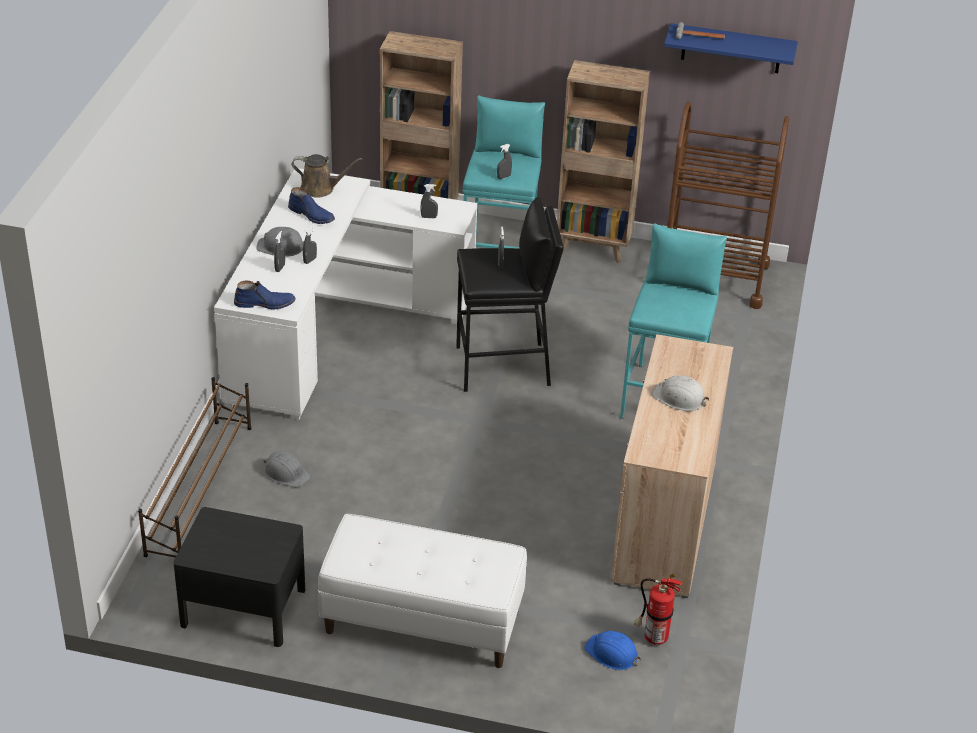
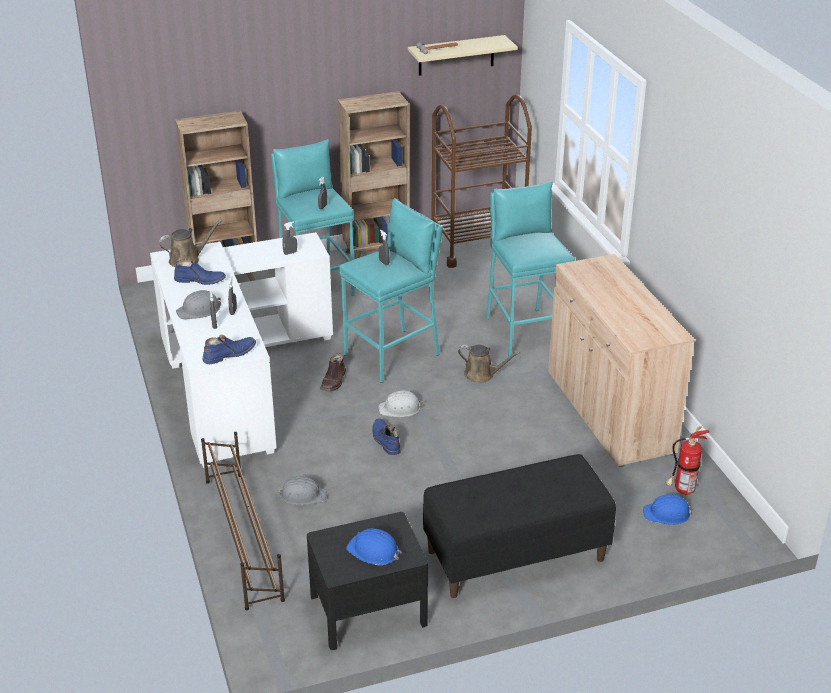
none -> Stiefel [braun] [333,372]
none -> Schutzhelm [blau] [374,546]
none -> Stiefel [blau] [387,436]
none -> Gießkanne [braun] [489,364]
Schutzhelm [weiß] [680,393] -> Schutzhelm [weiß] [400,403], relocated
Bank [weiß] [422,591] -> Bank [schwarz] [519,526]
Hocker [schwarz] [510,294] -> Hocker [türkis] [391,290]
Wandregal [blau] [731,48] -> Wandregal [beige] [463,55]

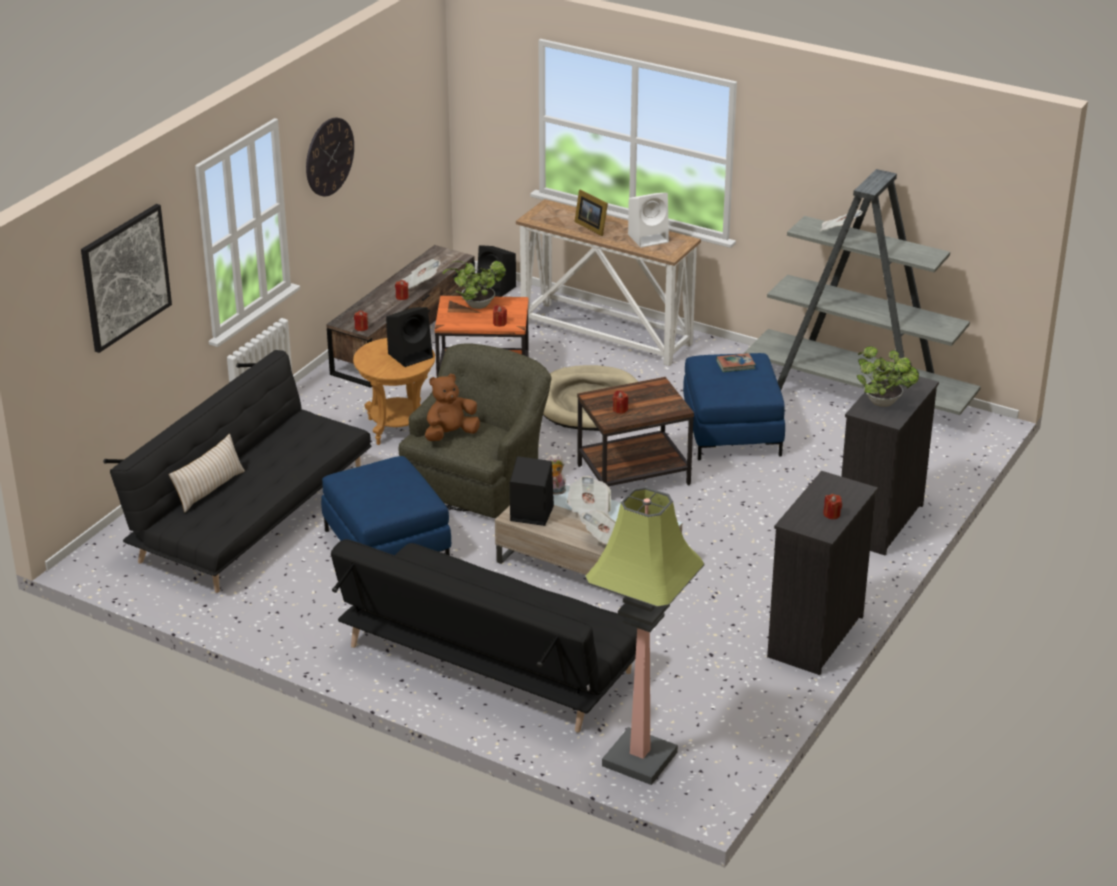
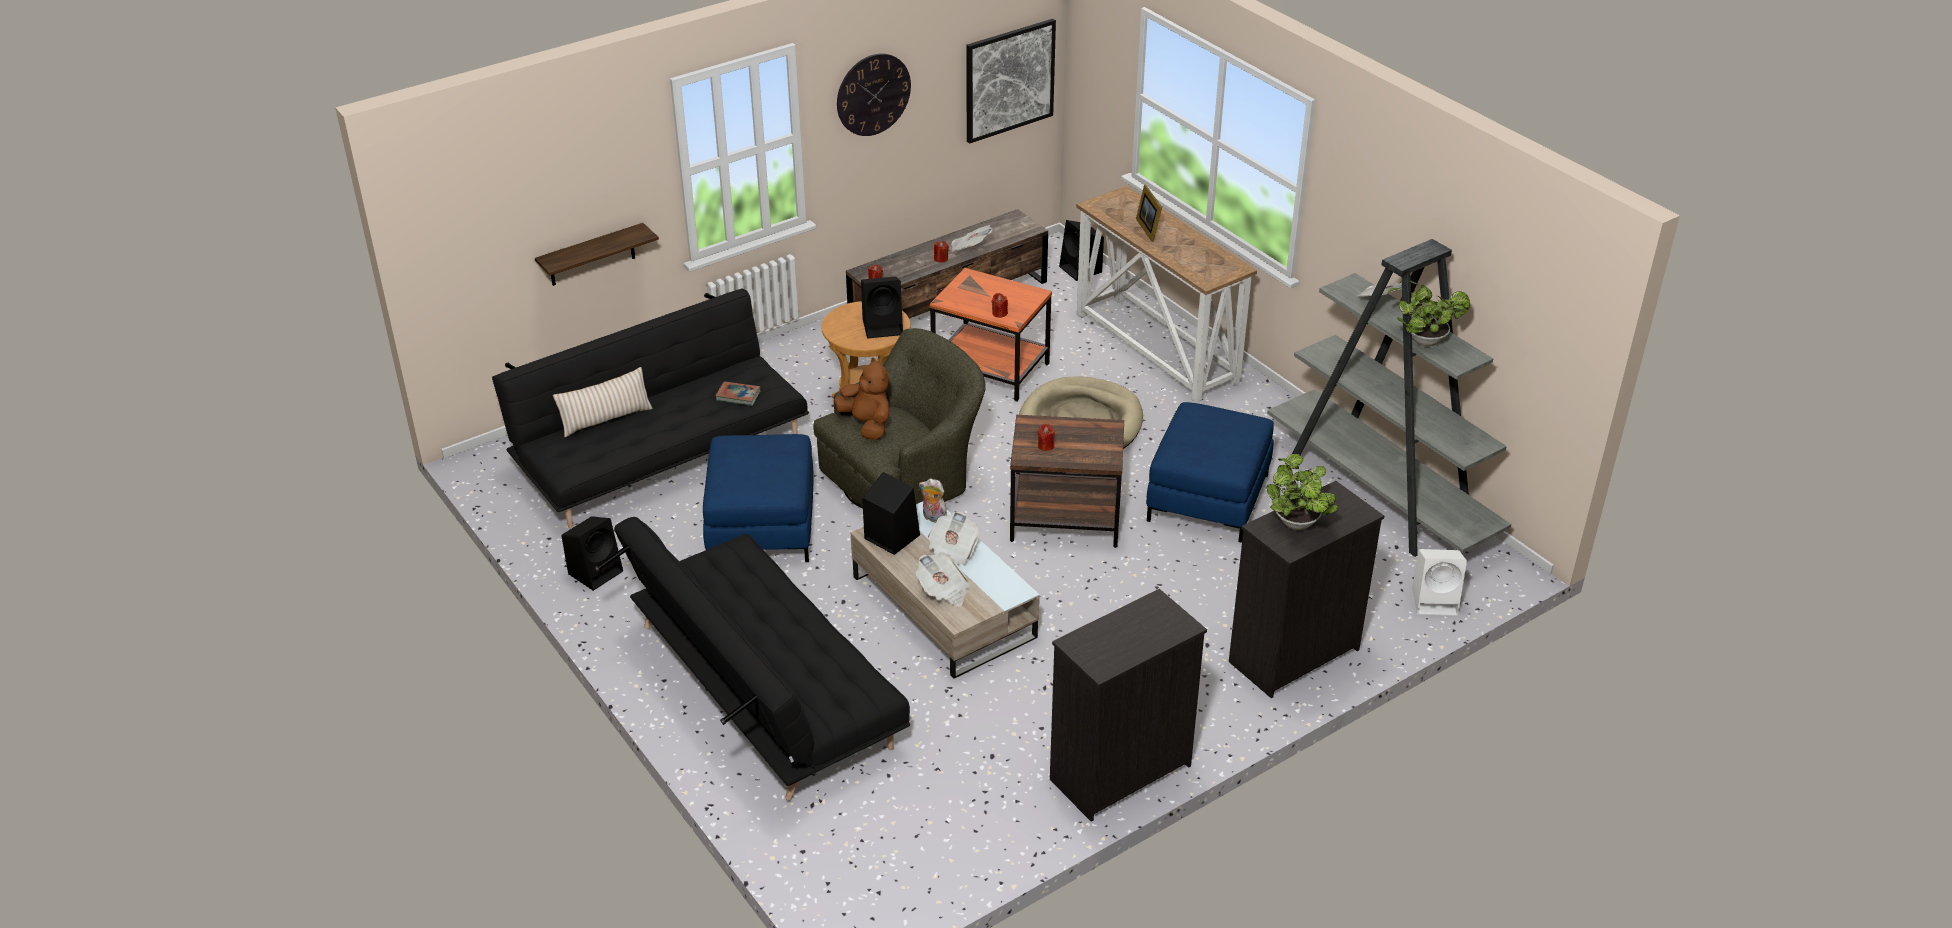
Stehlampe [644,636] -> none
Kerze [rot] [832,506] -> none
none -> Wandregal [597,254]
none -> Lautsprecher [schwarz] [592,553]
Bild [126,278] -> Bild [1011,81], relocated
Topfpflanze [474,285] -> Topfpflanze [1429,313], relocated
Lautsprecher [weiß] [648,220] -> Lautsprecher [weiß] [1439,582], relocated
Buch [736,362] -> Buch [738,393], relocated
Plüschtier [braun] [452,407] -> Plüschtier [braun] [861,399], 60 degrees clockwise

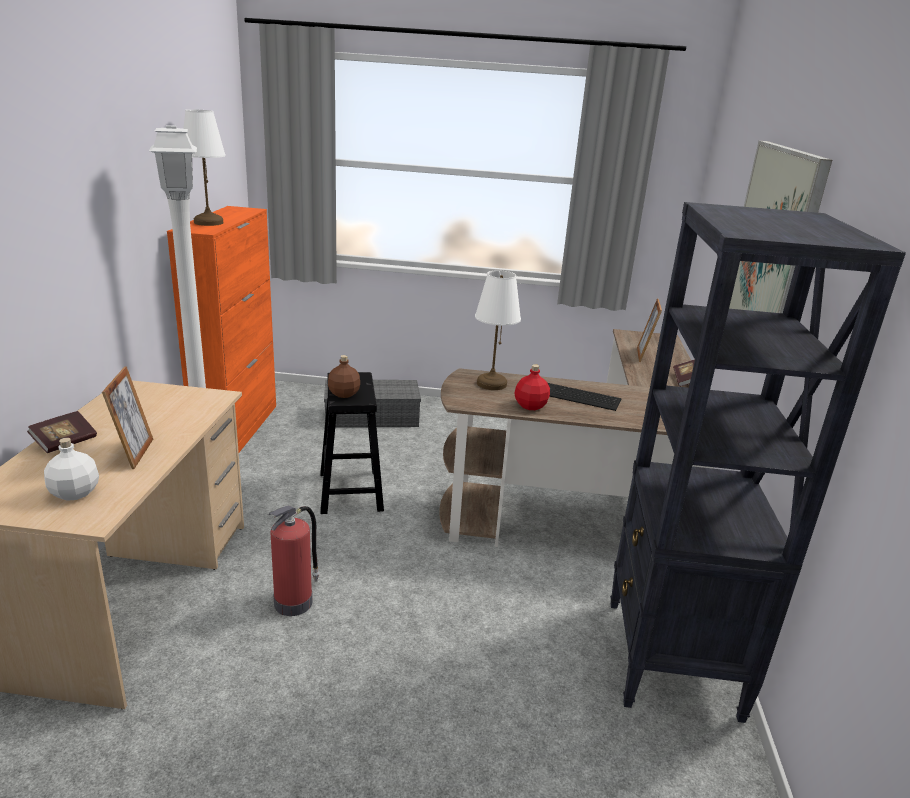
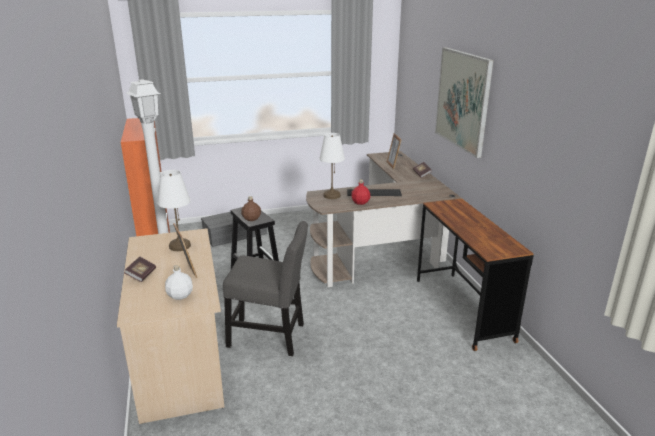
Tischlampe [weiß] [204,167] -> Tischlampe [weiß] [174,210], relocated
Feuerlöscher [294,560] -> Stuhl [grau] [265,288]
Bücherregal [schwarz] [758,462] -> Schreibtisch [braun] [475,275]

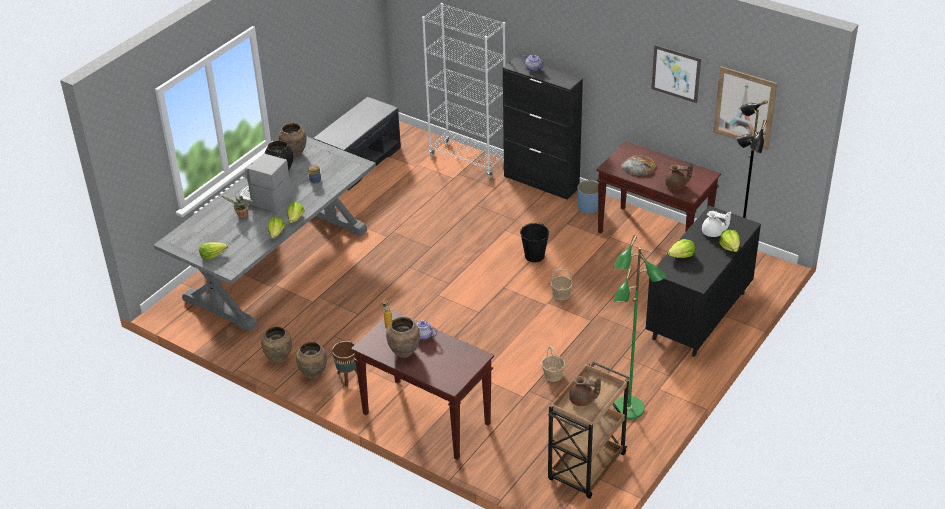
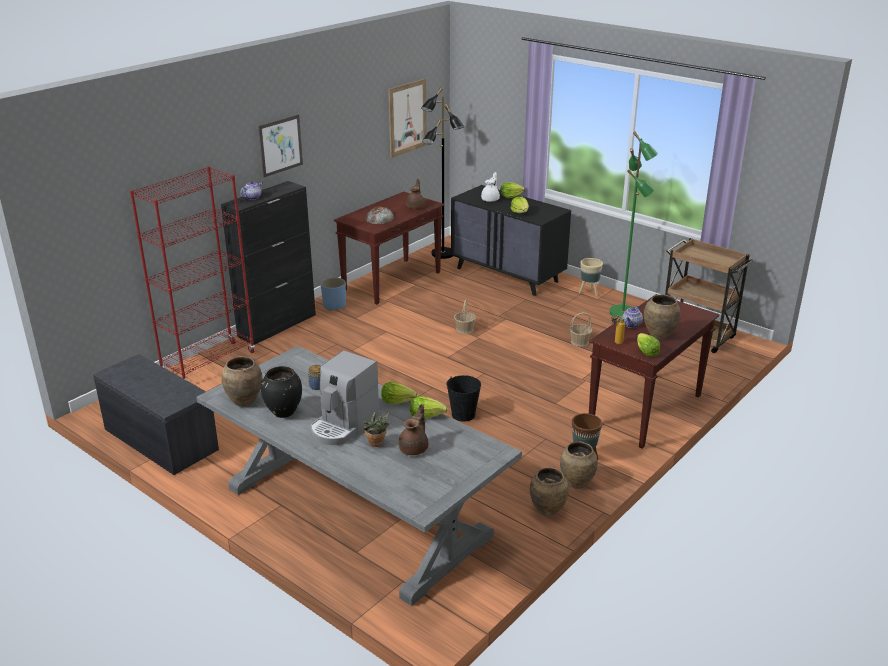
none -> Pflanzkübel [beige] [591,277]
Salatkopf [213,251] -> Salatkopf [648,345], relocated
Eimer [schwarz] [534,242] -> Eimer [schwarz] [463,398], relocated
Teekanne [braun] [585,391] -> Teekanne [braun] [414,429], relocated
Bild [676,74] -> Bild [280,145], relocated
Bücherregal [weiß] [464,90] -> Bücherregal [rot] [192,273]

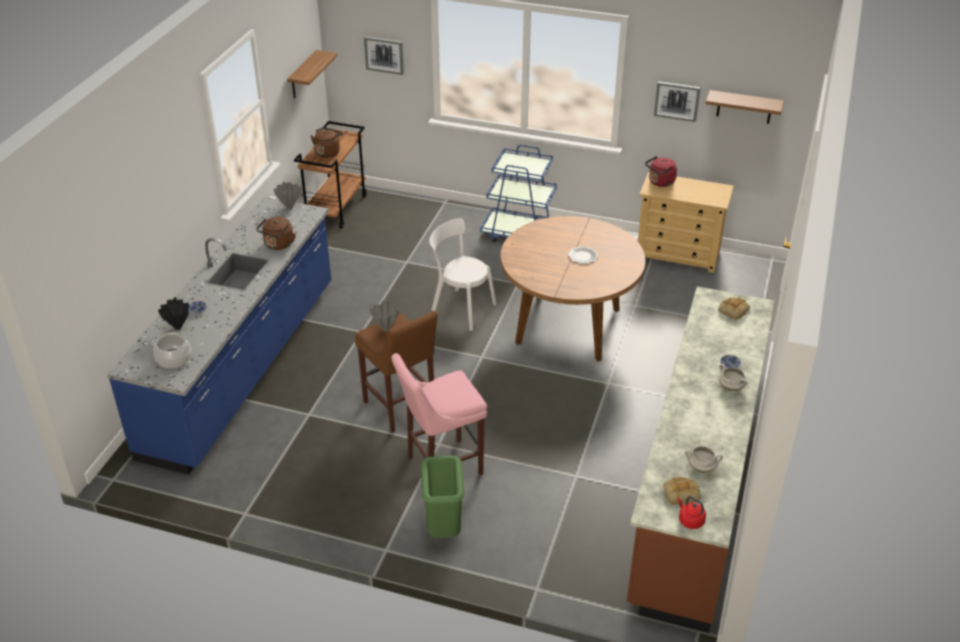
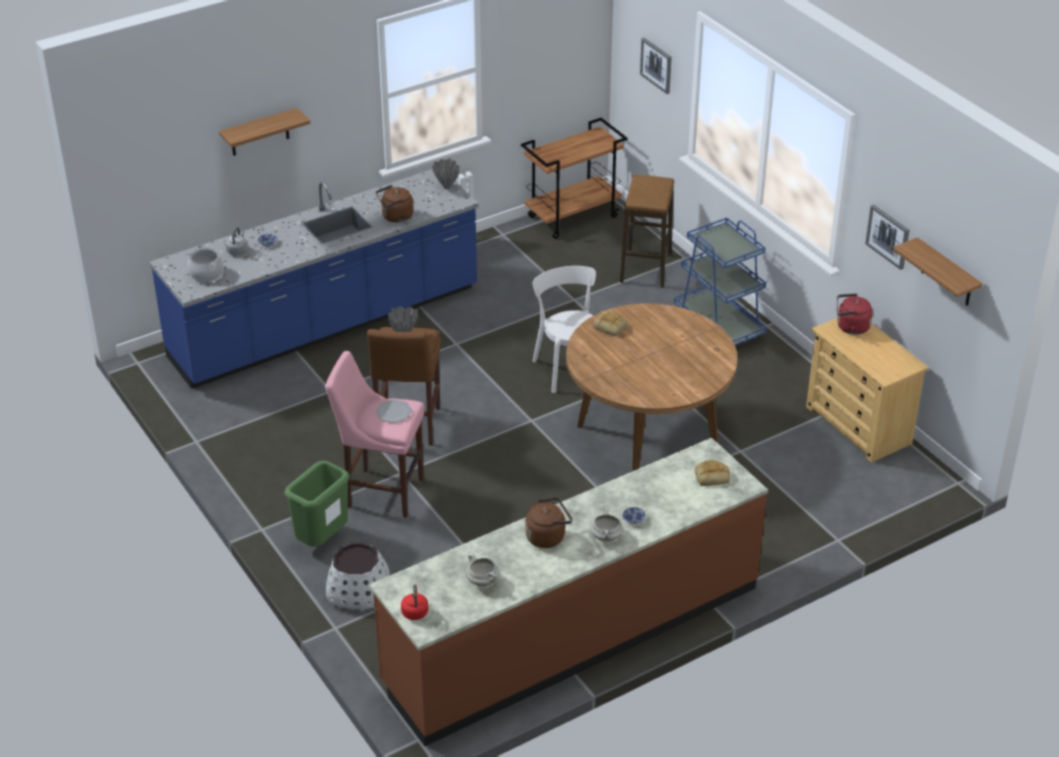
none -> Pflanzkübel [weiß] [358,576]
none -> Hocker [647,231]
Wandregal [312,74] -> Wandregal [264,132], relocated
Wasserkessel [braun] [326,142] -> Wasserkessel [braun] [548,522], relocated
Teller [583,255] -> Teller [393,411], relocated
Brot [681,491] -> Brot [610,324], relocated
Vase [schwarz] [173,313] -> Wasserkessel [grau] [236,241]

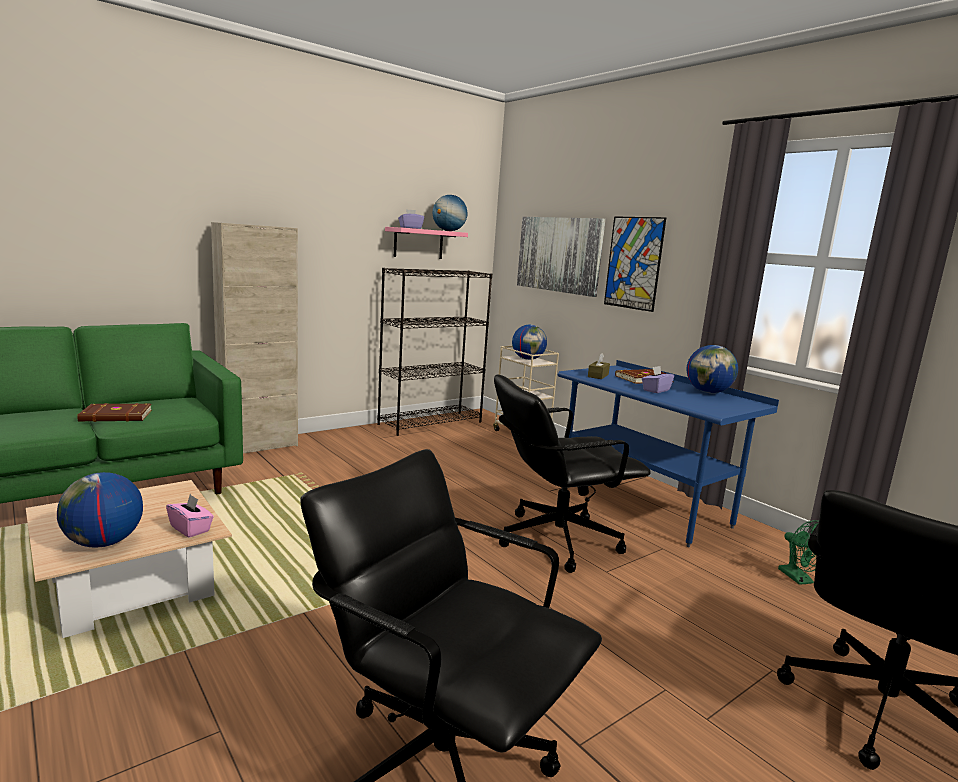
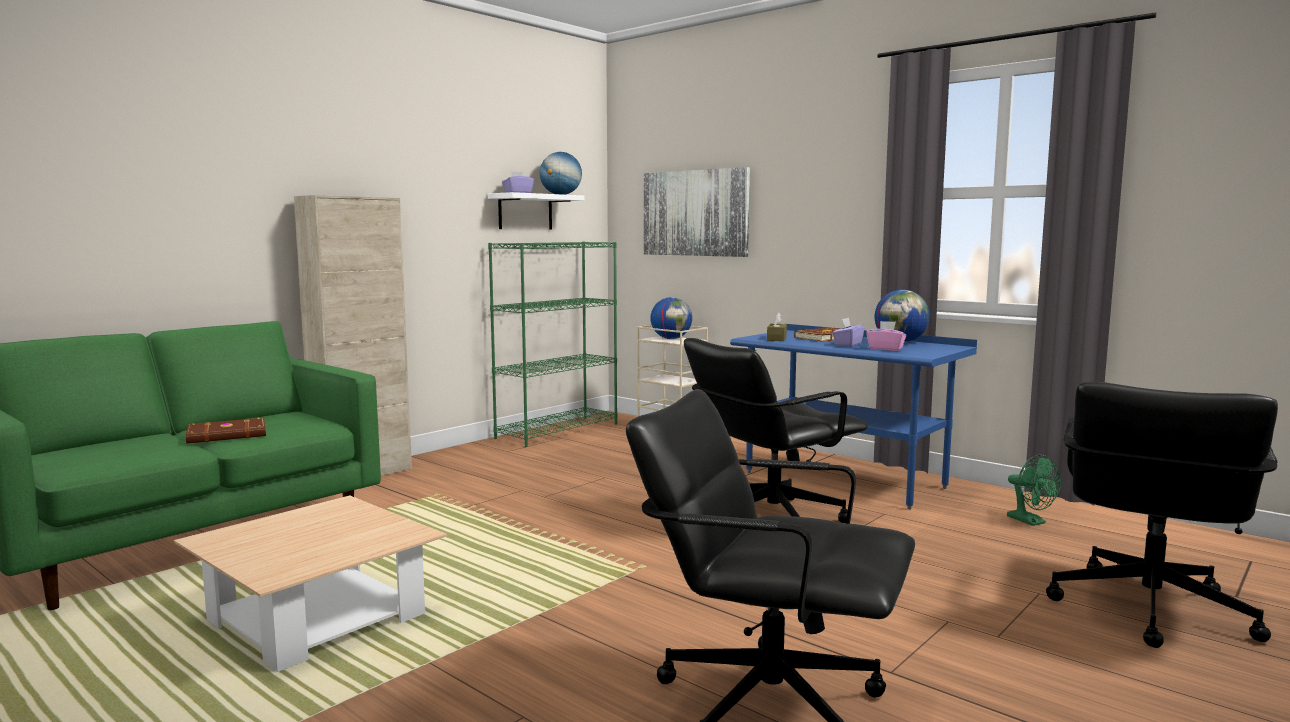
Globus [100,510] -> none
Bild [635,264] -> none
Taschentuchbox [rosa] [190,516] -> Taschentuchbox [rosa] [886,336], relocated
Bücherregal [schwarz] [434,352] -> Bücherregal [grün] [552,344]
Wandregal [rosa] [426,243] -> Wandregal [weiß] [536,210]

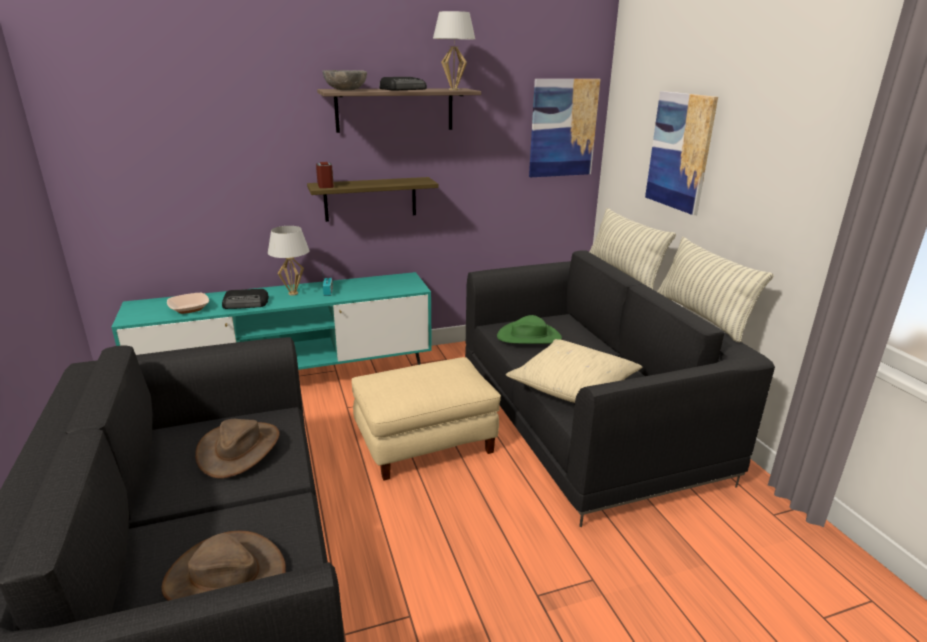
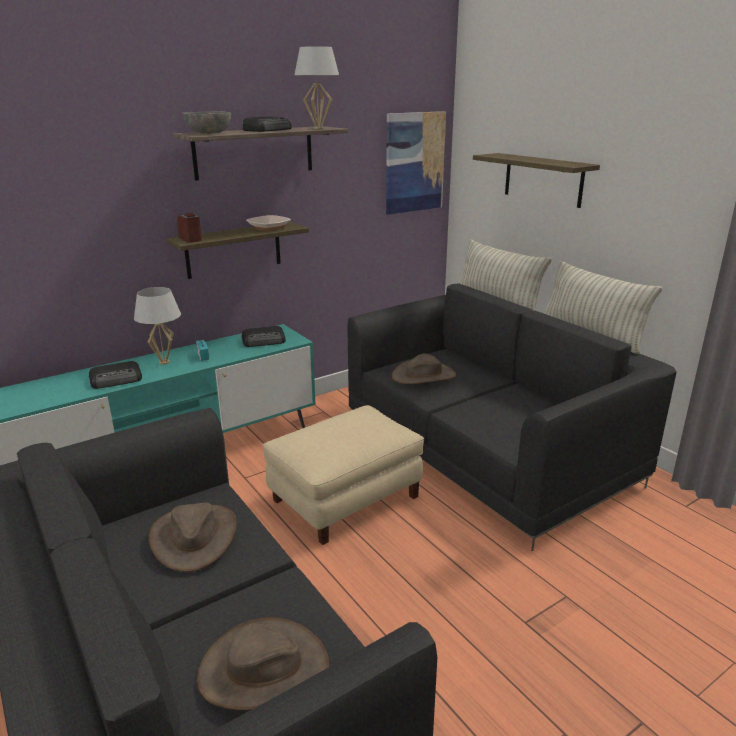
Kissen [beige] [574,371] -> none
none -> Radio [263,336]
Schüssel [188,303] -> Schüssel [268,223], relocated
Bild [681,153] -> Wandregal [536,180]
Hut [grün] [529,329] -> Hut [braun] [424,369]

